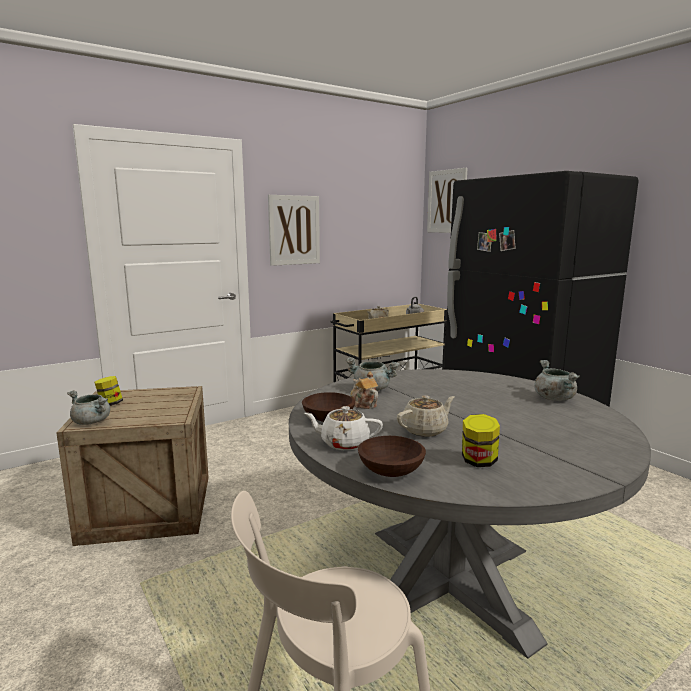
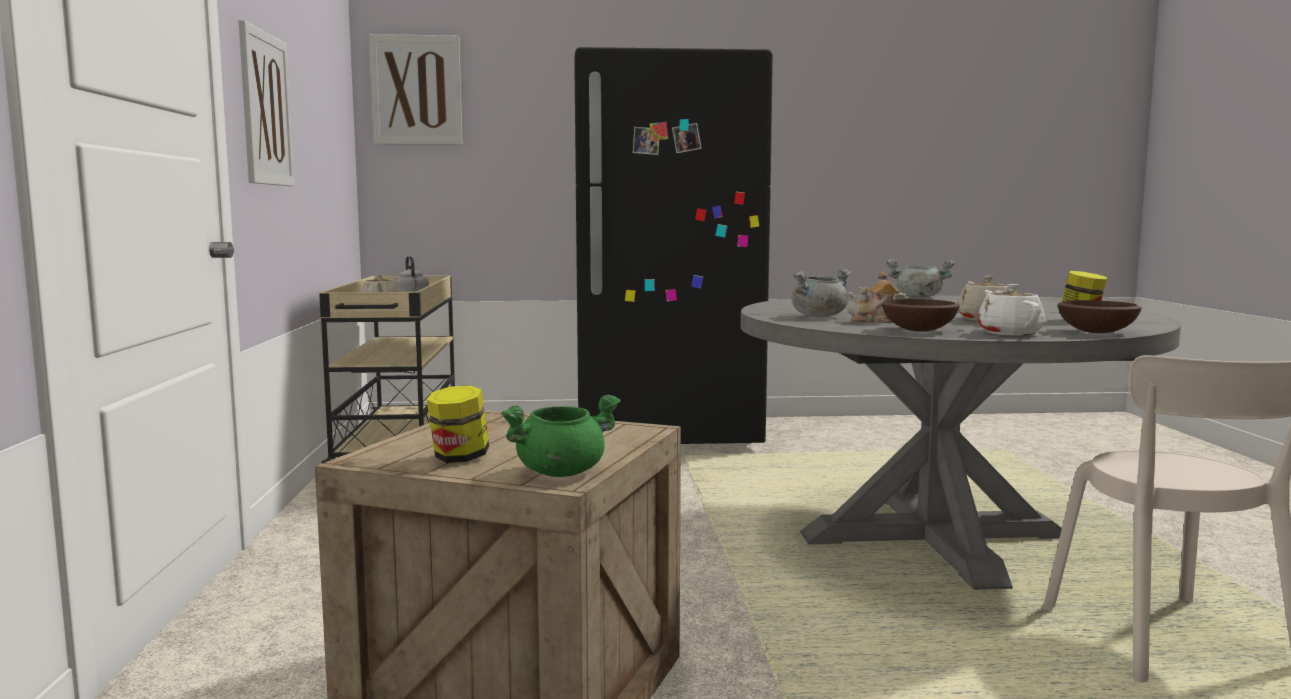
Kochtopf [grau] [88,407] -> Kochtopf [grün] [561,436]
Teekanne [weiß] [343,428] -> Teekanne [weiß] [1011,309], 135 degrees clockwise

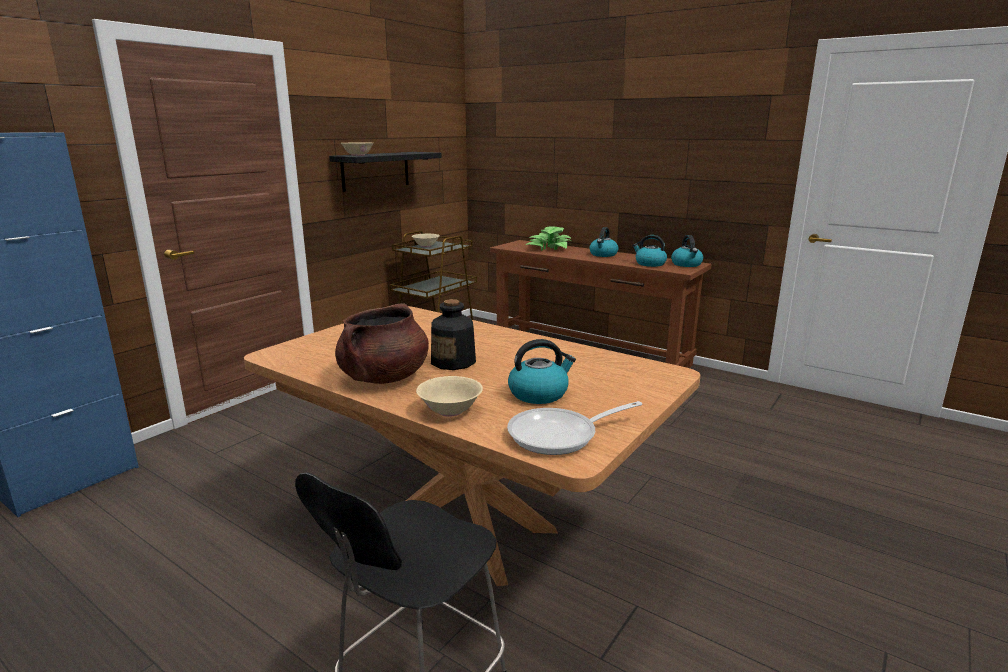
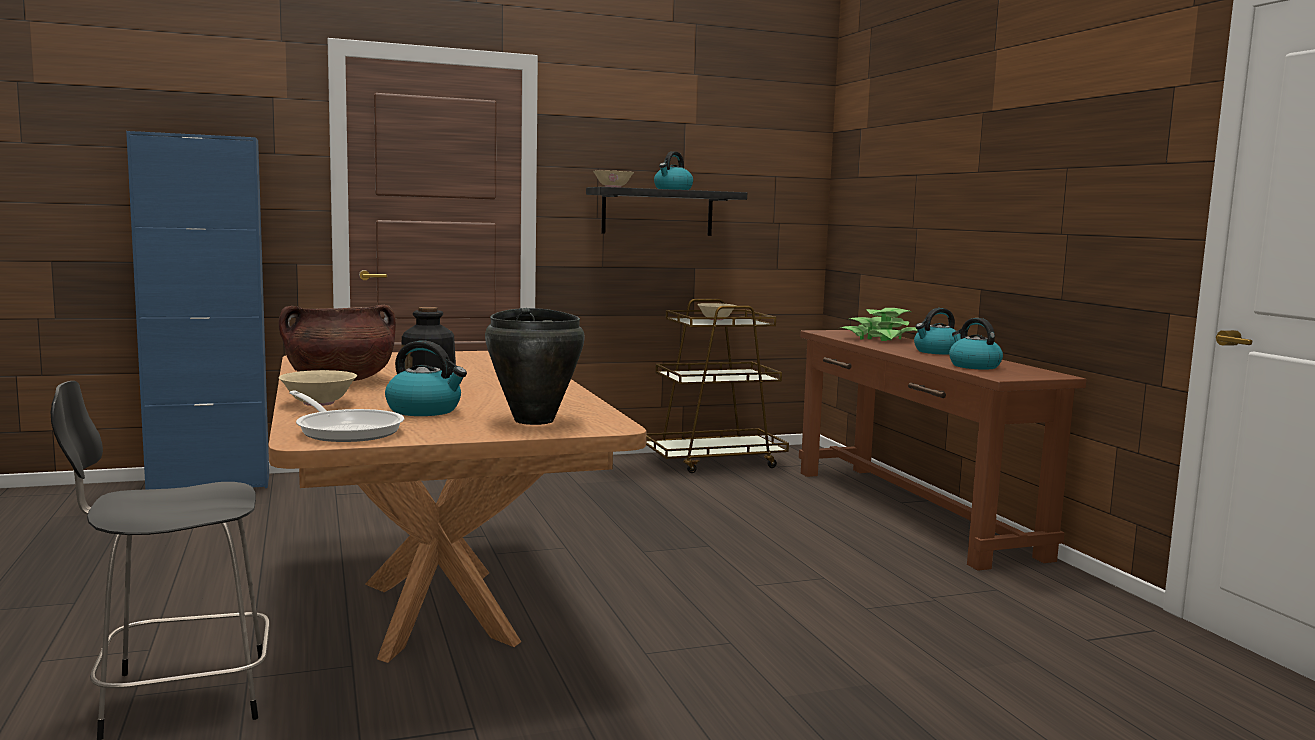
none -> Kochtopf [schwarz] [535,366]
Wasserkessel [687,251] -> Wasserkessel [673,170], relocated
Pfanne [574,428] -> Pfanne [346,416], 150 degrees counterclockwise

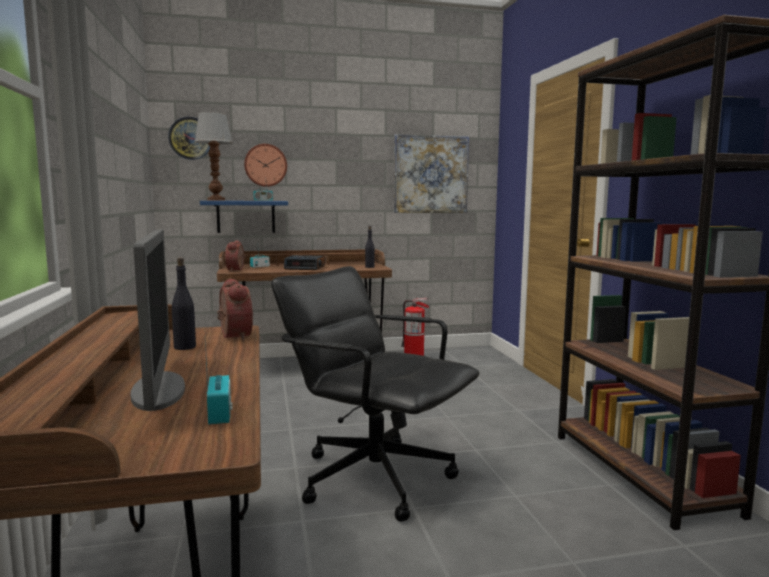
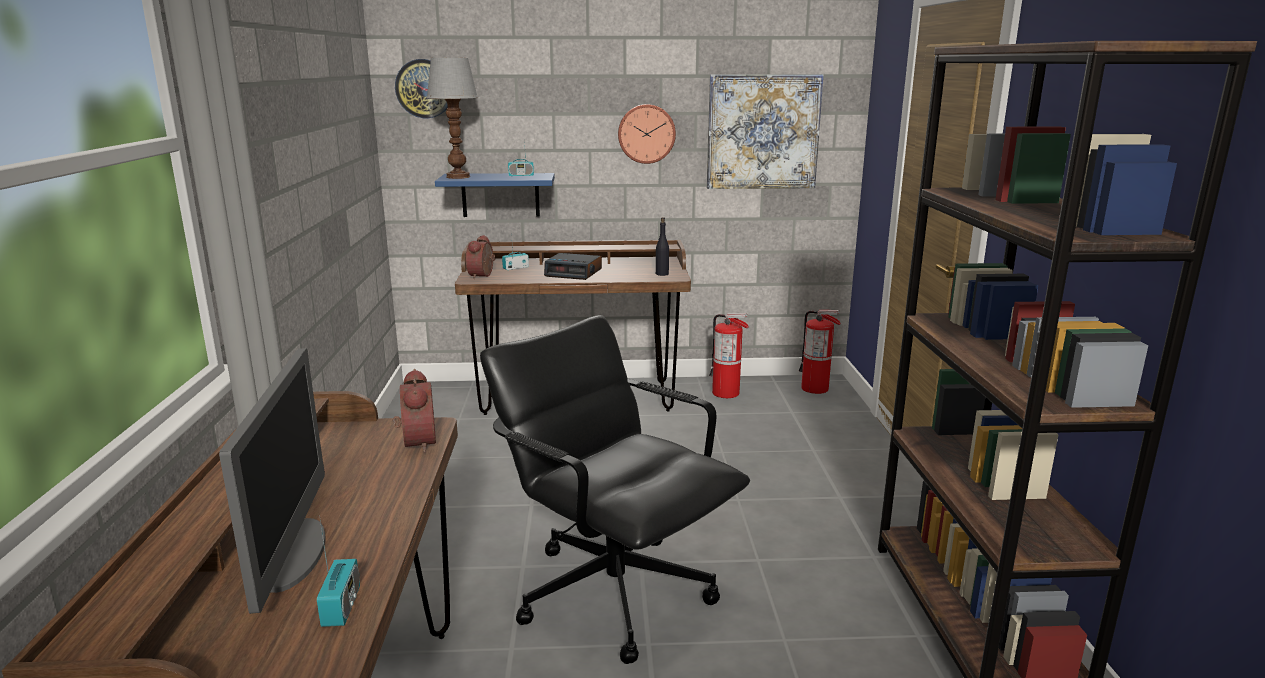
Flasche [schwarz] [184,304] -> none
none -> Feuerlöscher [820,352]
Wanduhr [265,165] -> Wanduhr [647,134], relocated

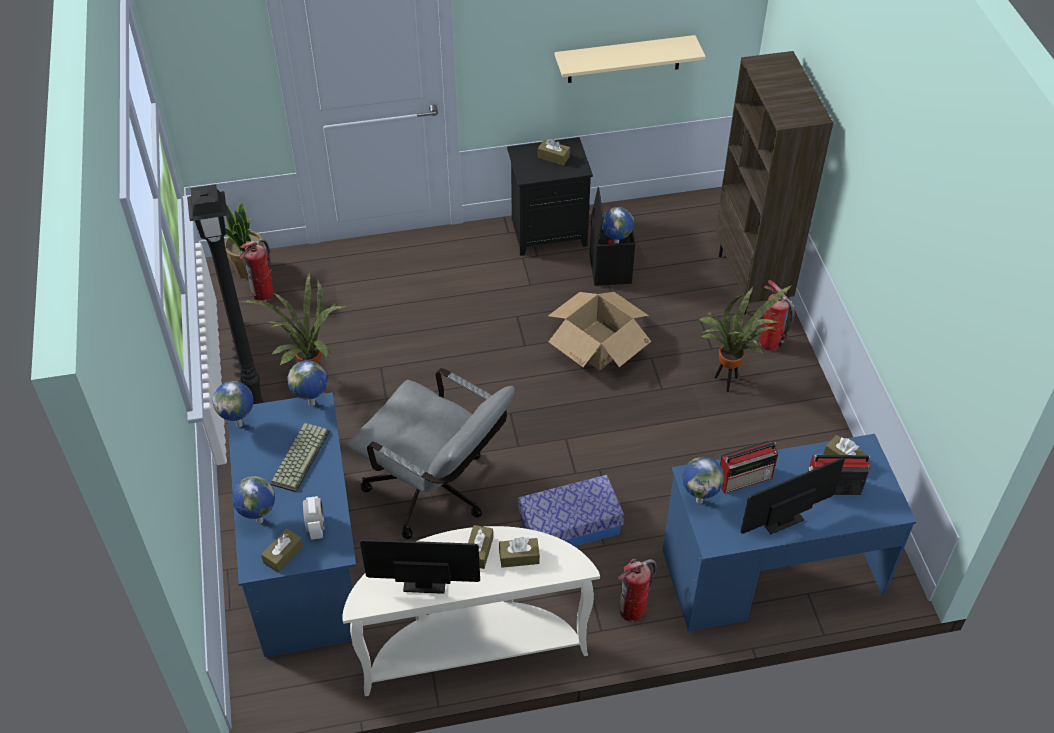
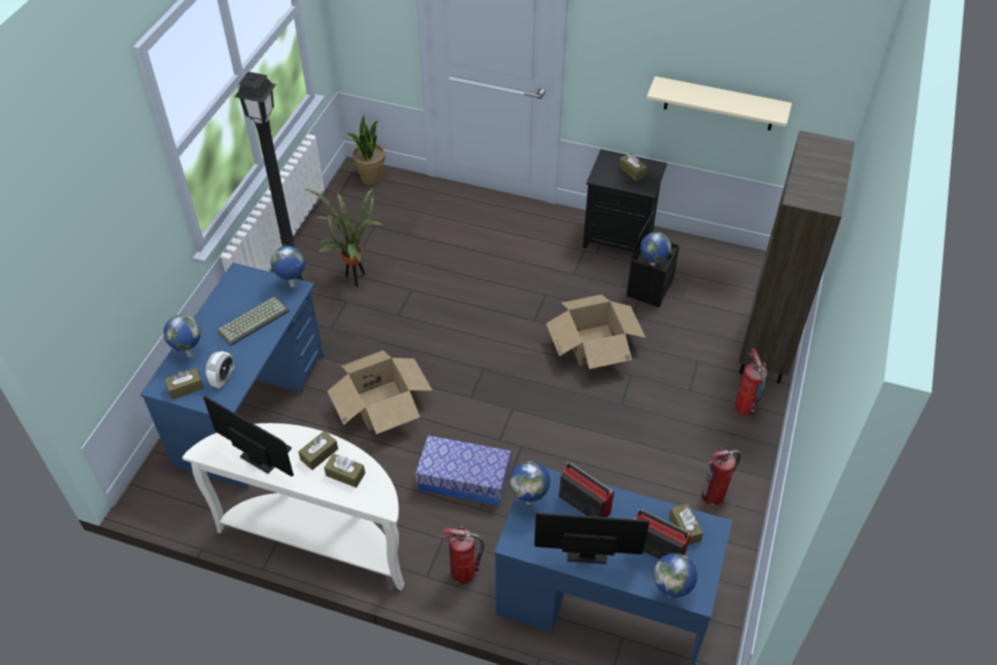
Topfpflanze [745,338] -> none
Globus [233,404] -> Globus [675,575], relocated
Feuerlöscher [256,270] -> Feuerlöscher [721,476], relocated
Bürostuhl [grau] [431,453] -> Karton [380,392]
Radio [749,467] -> Radio [586,489], 150 degrees counterclockwise

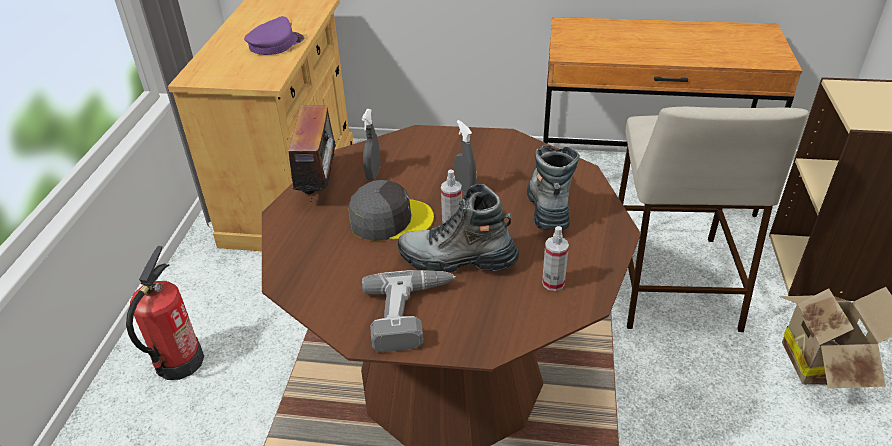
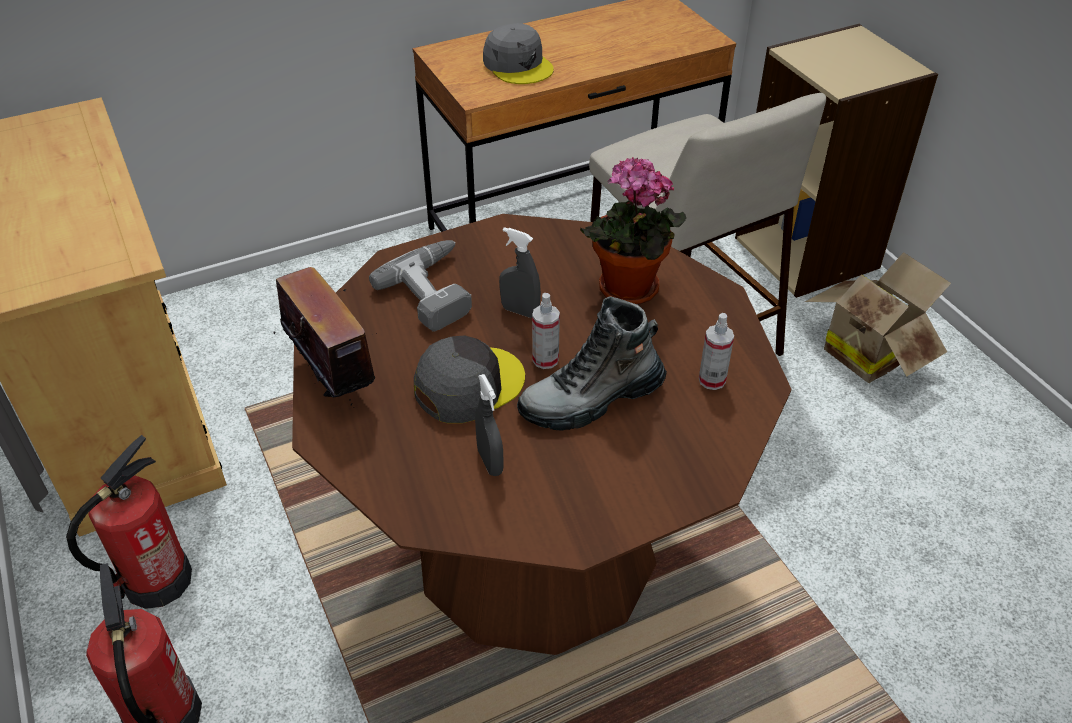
Kappe [lila] [274,35] -> none
none -> Feuerlöscher [129,522]
none -> Kappe [grau] [518,53]
Sprühflasche [grau] [371,145] -> Sprühflasche [grau] [489,425], relocated
Bohrmaschine [409,311] -> Bohrmaschine [420,286], relocated
Stiefel [553,187] -> Topfpflanze [633,230]

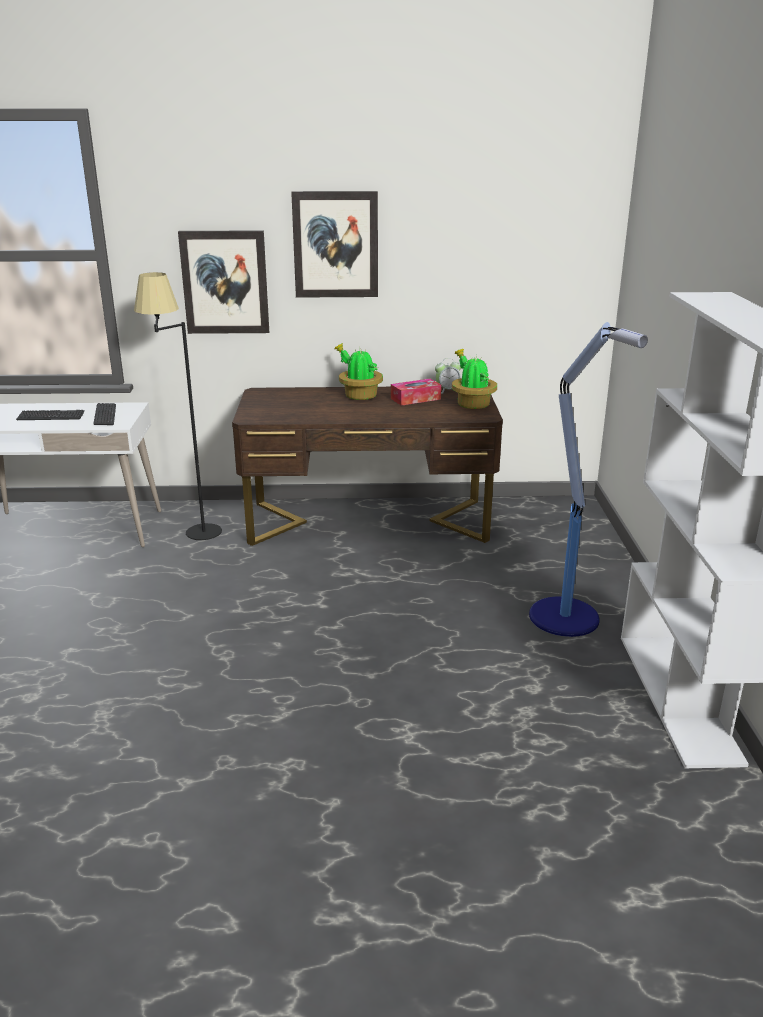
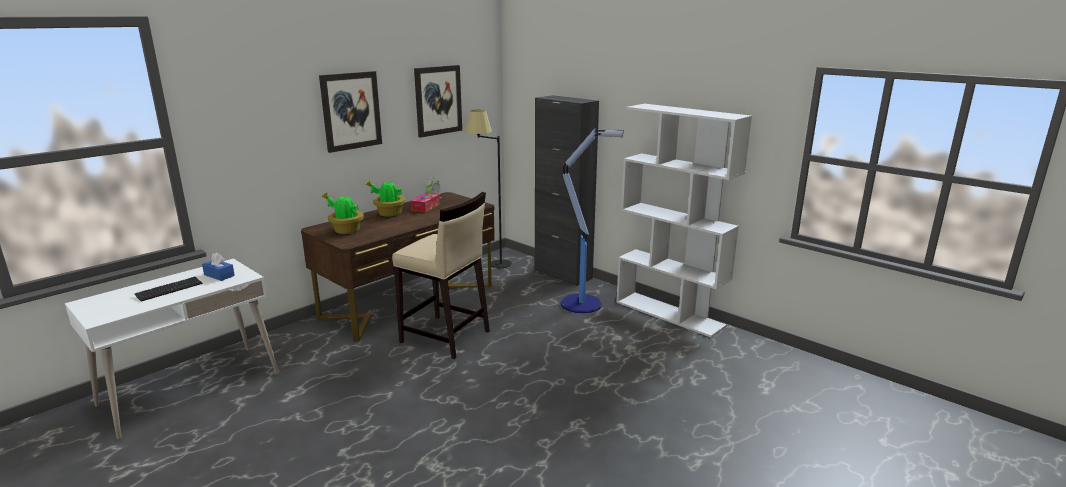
none -> Hocker [beige] [441,275]
none -> Schrank [schwarz] [567,190]
Stehlampe [schwarz] [178,406] -> Stehlampe [schwarz] [488,189], relocated
Bild [223,282] -> Bild [438,101], relocated
Topfpflanze [474,379] -> Topfpflanze [343,213], relocated
Tastatur [104,414] -> Taschentuchbox [blau] [218,267]

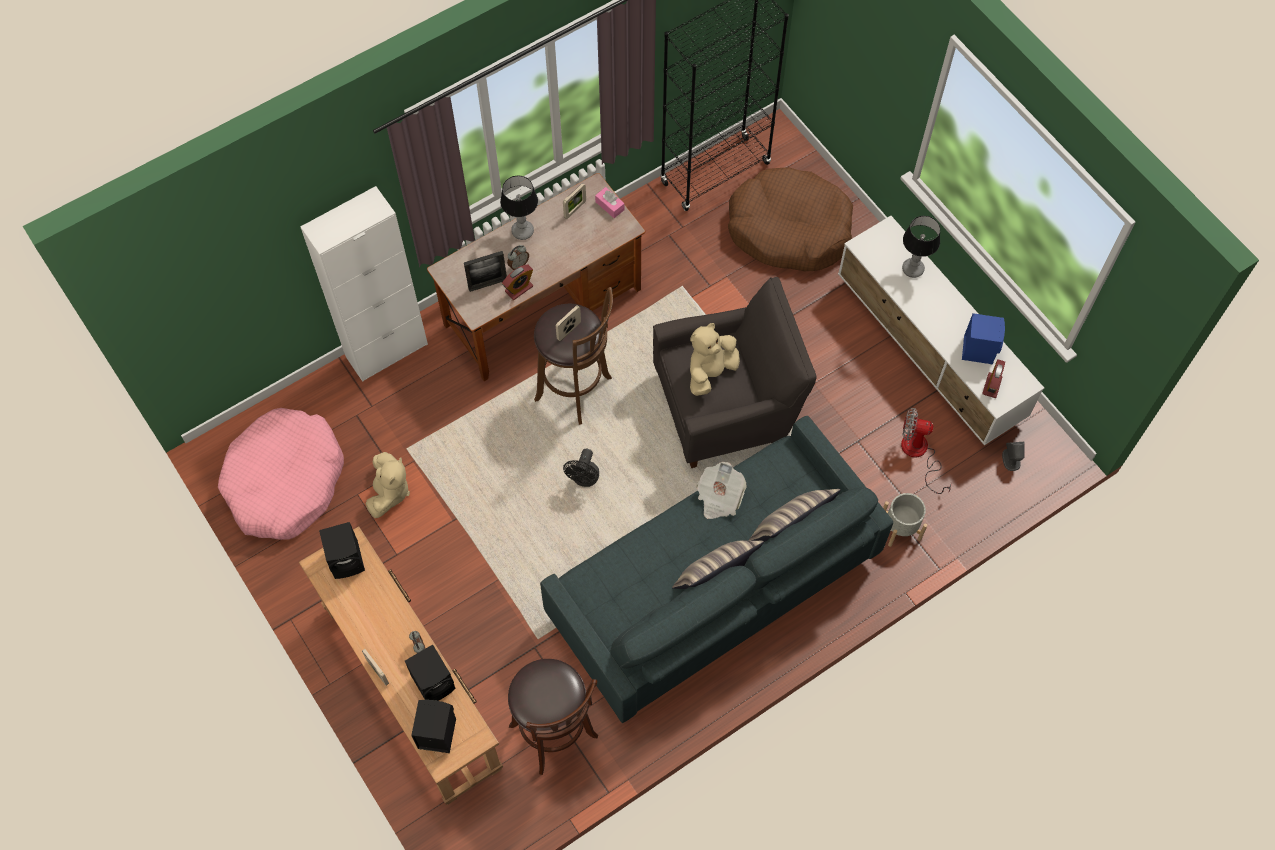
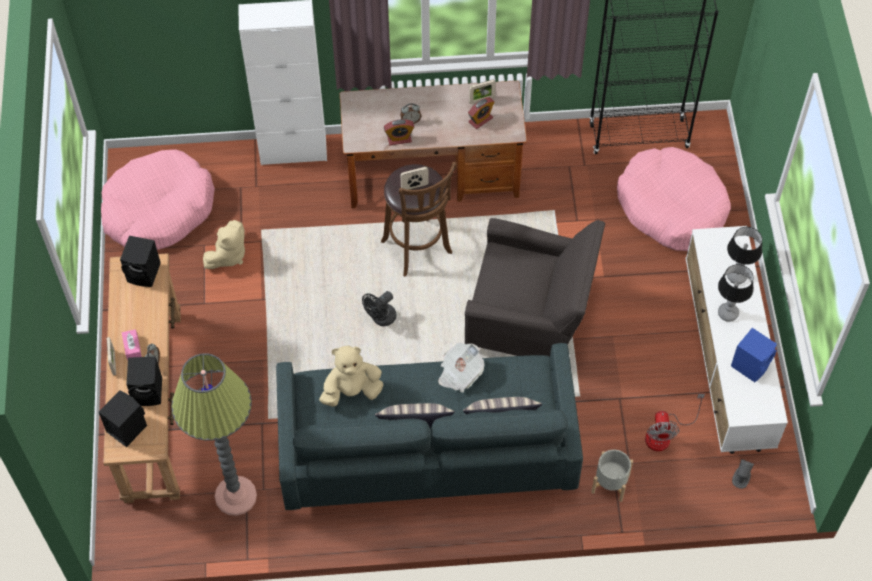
Bilderrahmen [485,271] -> none
Tischlampe [519,207] -> Tischlampe [736,293], relocated
Taschentuchbox [rosa] [610,202] -> Taschentuchbox [rosa] [132,344], relocated
Plüschtier [beige] [715,359] -> Plüschtier [beige] [351,376], relocated
Wecker [993,378] -> Wecker [481,113], relocated
Hocker [braun] [553,717] -> Stehlampe [214,434]
Hundebett [braun] [790,219] -> Hundebett [rosa] [674,199]
Ventilator [926,451] -> Ventilator [675,422], 135 degrees counterclockwise

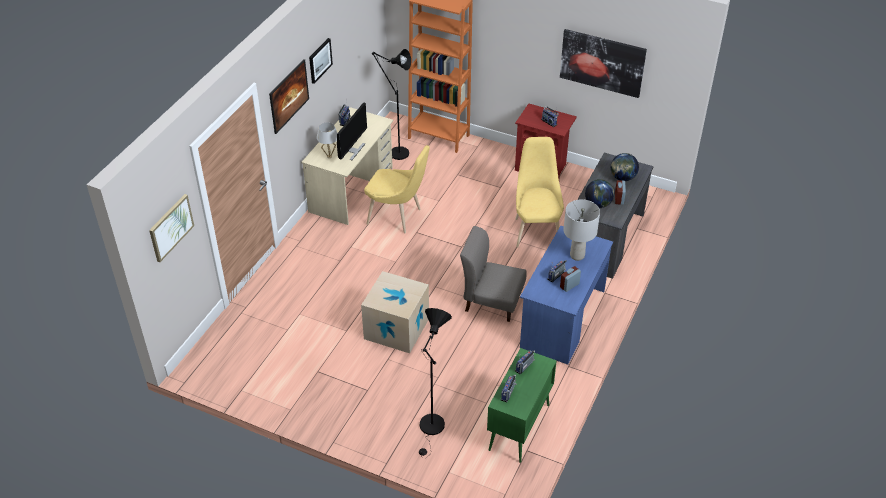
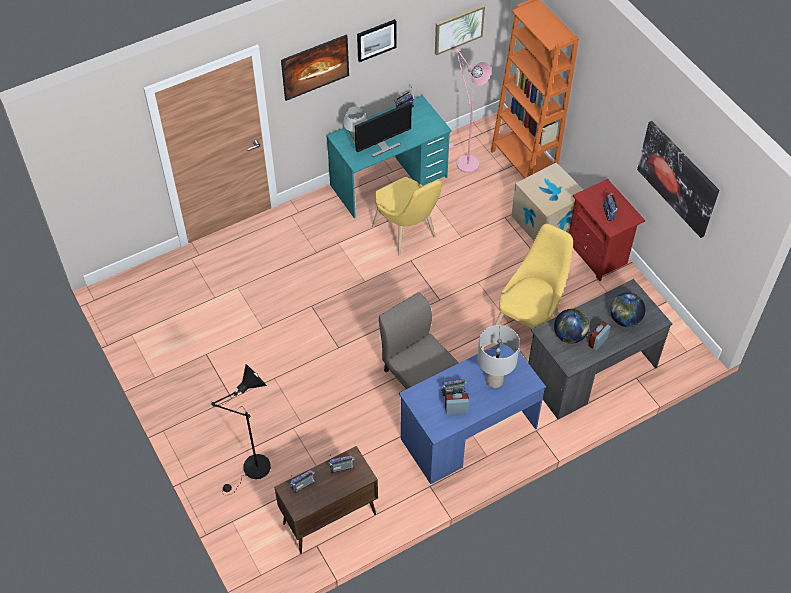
Bild [171,228] -> Bild [460,30], relocated
Karton [395,312] -> Karton [547,201], relocated
Schreibtisch [beige] [347,166] -> Schreibtisch [türkis] [389,156]
Stehlampe [schwarz] [391,104] -> Stehlampe [rosa] [470,111]
Schrank [grün] [522,405] -> Schrank [braun] [326,500]

